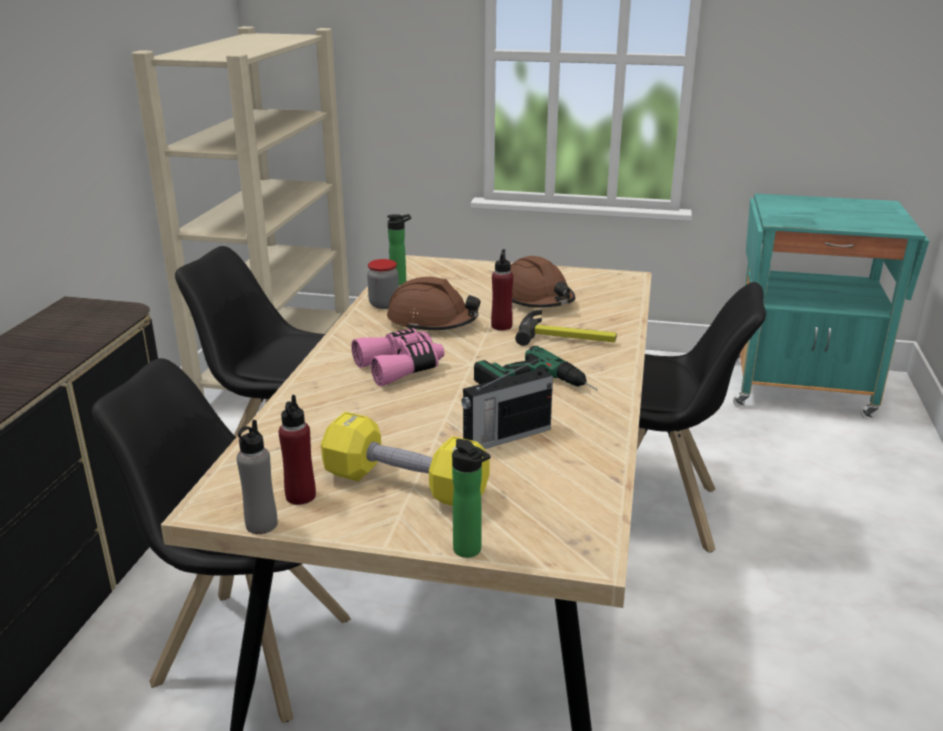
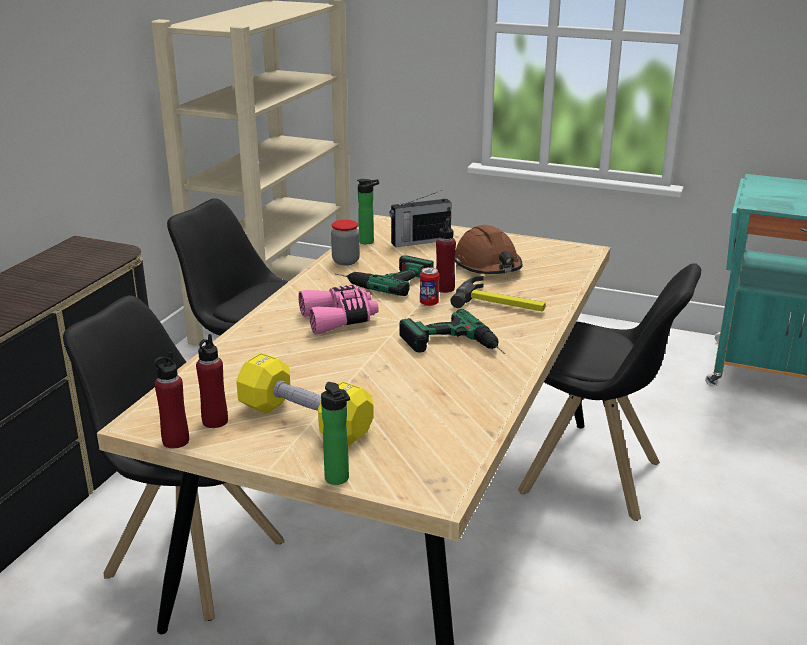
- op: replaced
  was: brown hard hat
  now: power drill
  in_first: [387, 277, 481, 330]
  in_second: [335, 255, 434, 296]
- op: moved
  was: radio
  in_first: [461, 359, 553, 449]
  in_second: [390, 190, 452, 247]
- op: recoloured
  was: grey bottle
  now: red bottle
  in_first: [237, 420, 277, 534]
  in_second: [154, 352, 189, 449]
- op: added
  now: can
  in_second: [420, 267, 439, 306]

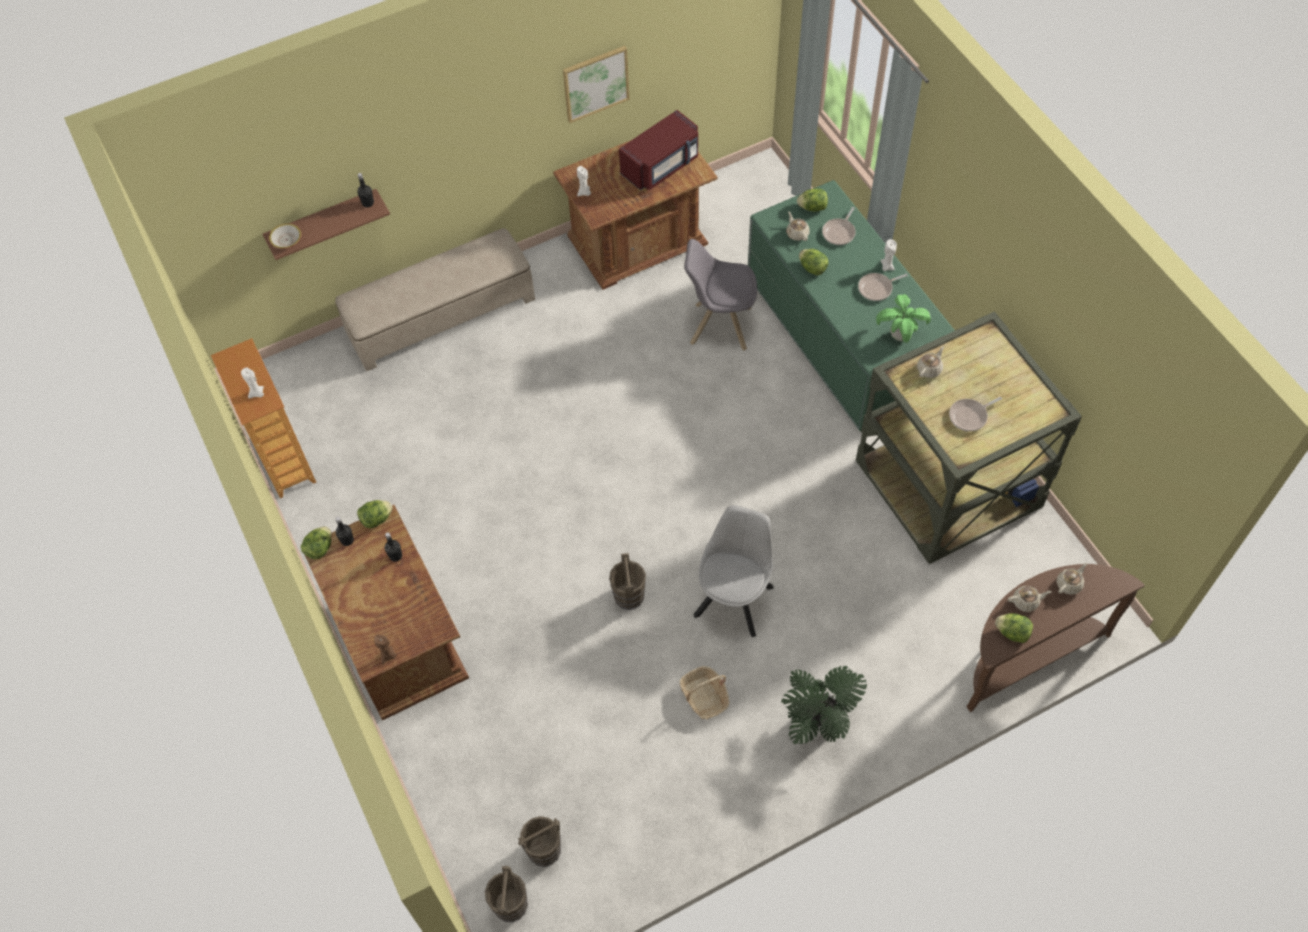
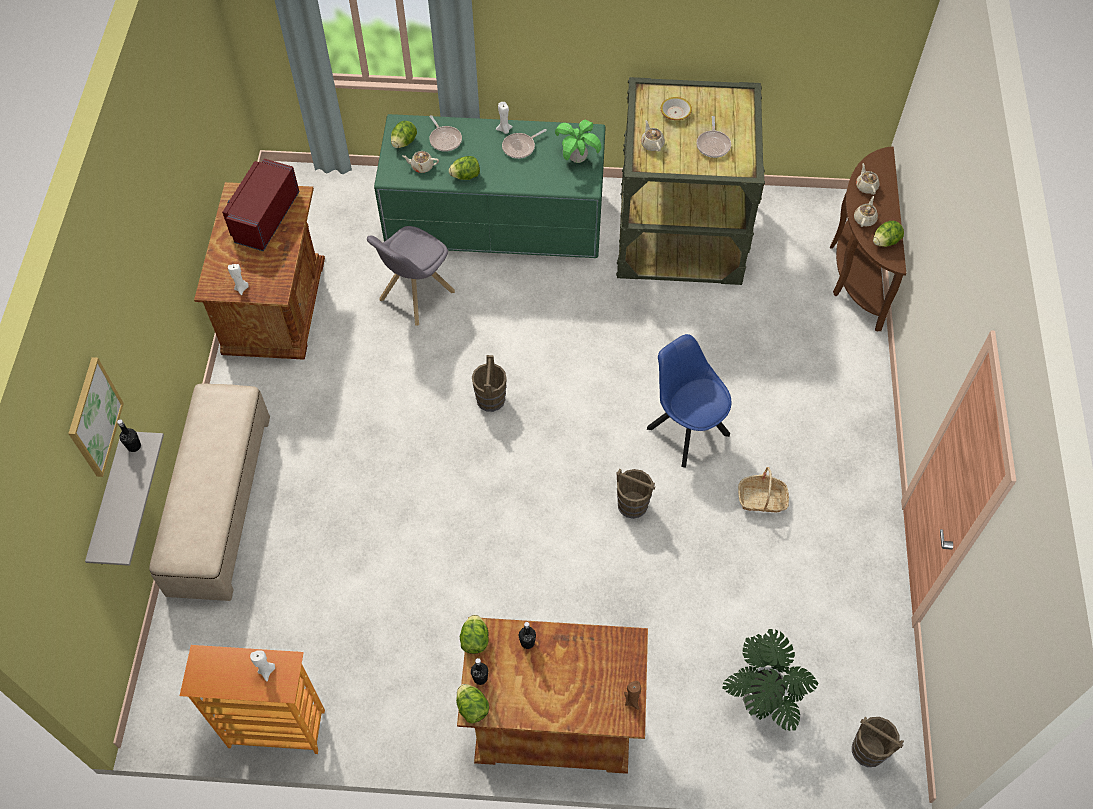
- op: moved
  was: picture
  in_first: [563, 46, 630, 123]
  in_second: [68, 357, 124, 477]
- op: turned
  was: red microwave
  in_first: [619, 110, 698, 191]
  in_second: [222, 159, 300, 251]
  clockwise: -150
- op: recoloured
  was: brown shelf
  now: grey shelf
  in_first: [263, 189, 390, 260]
  in_second: [85, 431, 164, 566]
- op: moved
  was: bowl
  in_first: [269, 224, 301, 249]
  in_second: [661, 97, 692, 120]
- op: turned
  was: frying pan
  in_first: [858, 273, 908, 301]
  in_second: [502, 129, 547, 159]
  clockwise: 45
- op: recoloured
  was: grey chair
  now: blue chair
  in_first: [693, 505, 774, 637]
  in_second: [647, 334, 731, 468]
- op: moved
  was: potted plant
  in_first: [781, 666, 867, 744]
  in_second: [723, 629, 819, 731]
- op: moved
  was: brown bucket
  in_first: [518, 816, 561, 867]
  in_second: [472, 355, 507, 412]

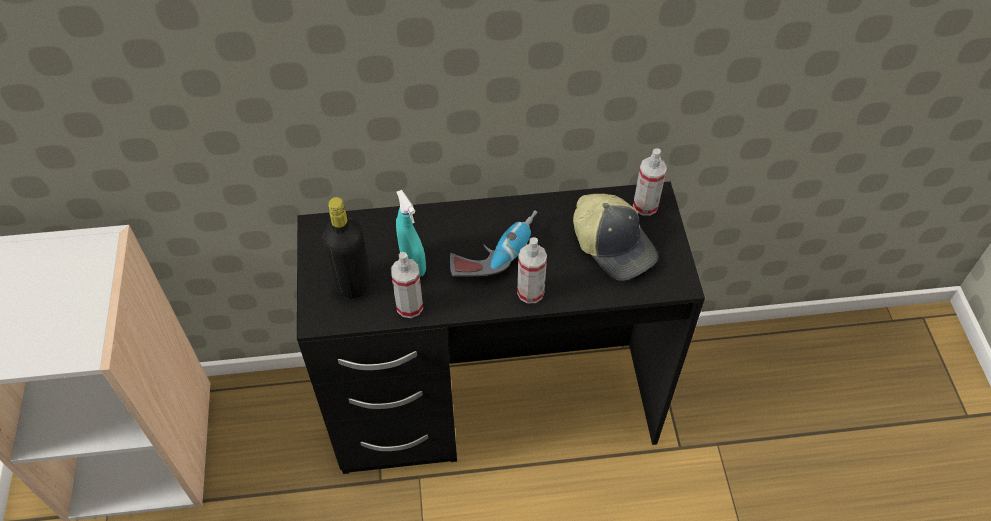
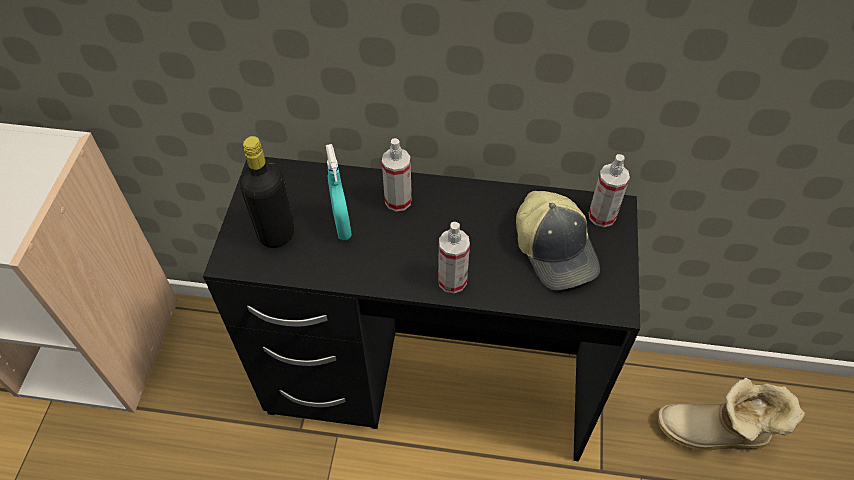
- op: removed
  was: power drill
  in_first: [450, 210, 537, 276]
- op: moved
  was: spray bottle
  in_first: [391, 252, 423, 318]
  in_second: [382, 138, 412, 212]
- op: added
  now: boot
  in_second: [657, 378, 805, 451]

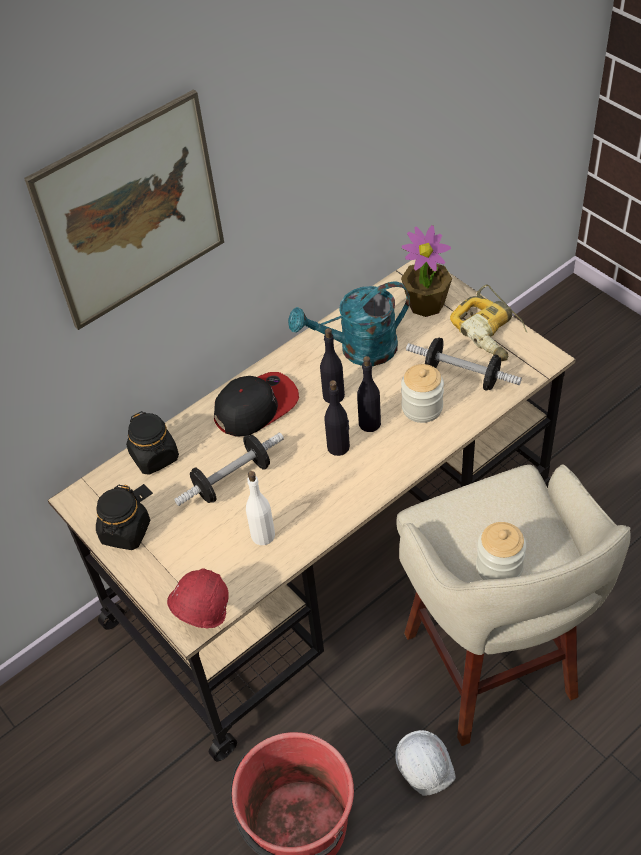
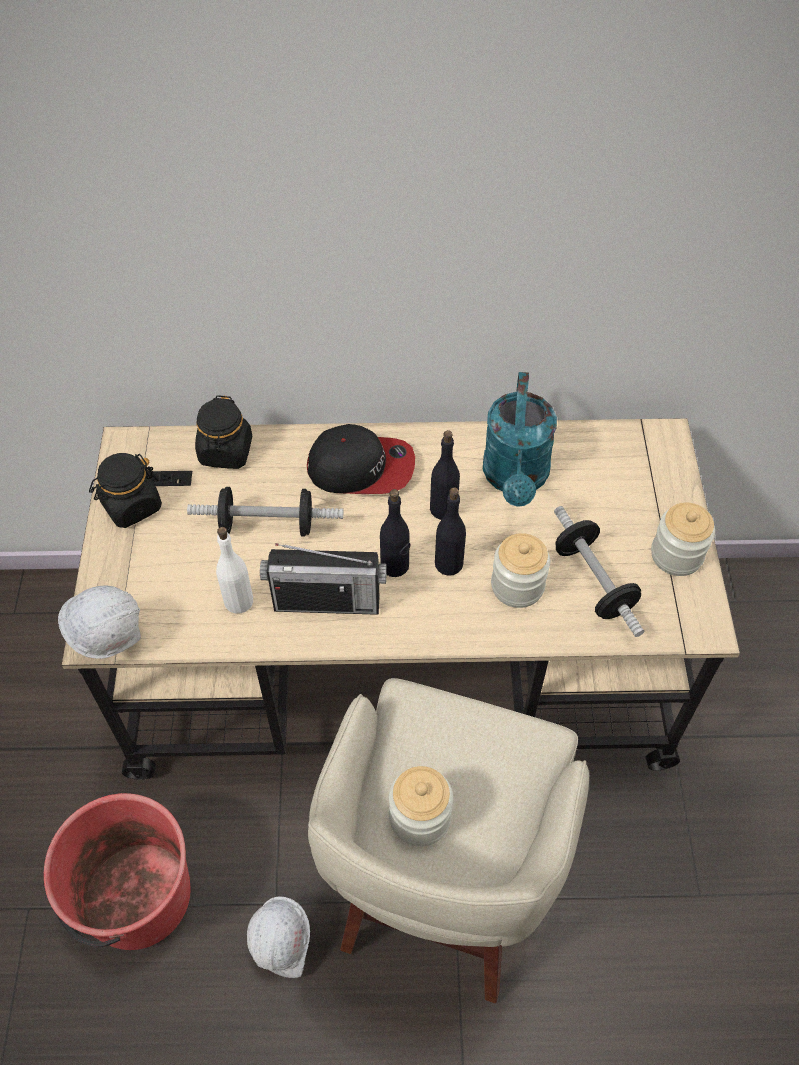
- op: removed
  was: picture
  in_first: [24, 89, 224, 330]
- op: removed
  was: potted plant
  in_first: [401, 225, 452, 317]
- op: turned
  was: turquoise watering can
  in_first: [288, 281, 410, 366]
  in_second: [483, 372, 557, 507]
  clockwise: -105
- op: replaced
  was: power drill
  now: jar
  in_first: [450, 284, 527, 361]
  in_second: [651, 502, 715, 576]
- op: recoloured
  was: red hard hat
  now: white hard hat
  in_first: [167, 567, 229, 628]
  in_second: [58, 586, 141, 659]
- op: added
  now: radio
  in_second: [260, 543, 387, 615]

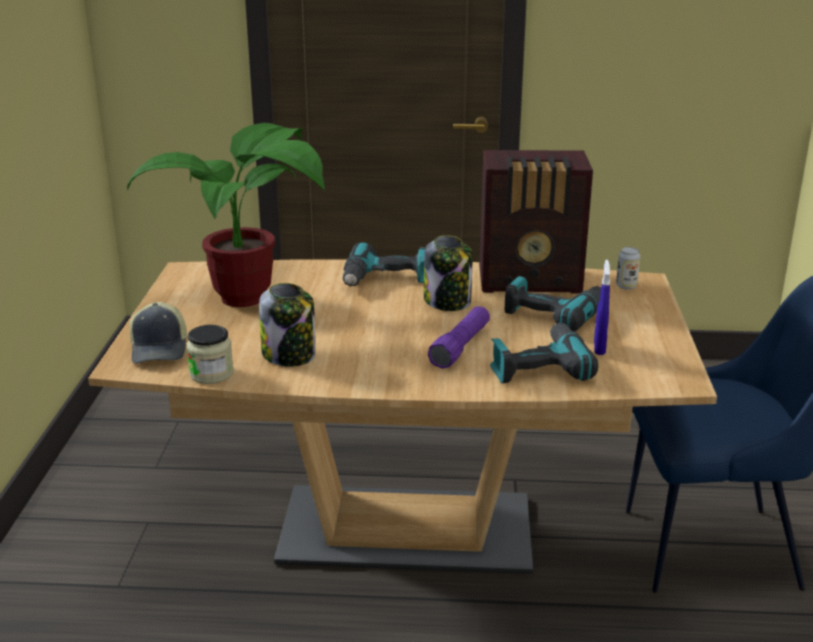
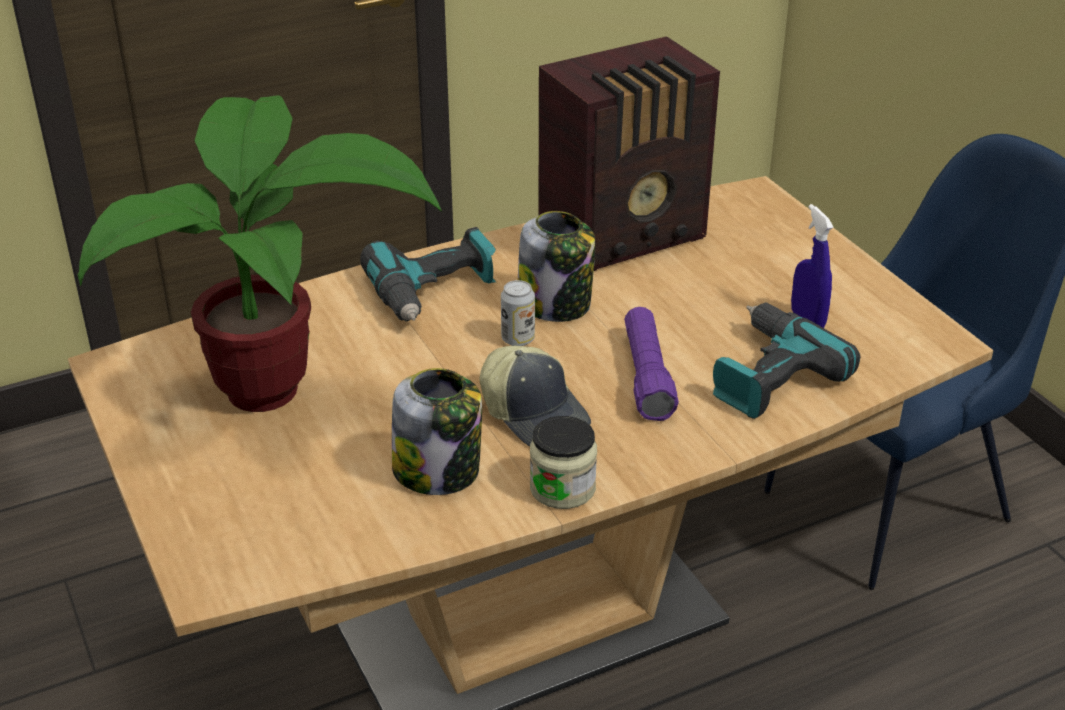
- op: moved
  was: can
  in_first: [616, 247, 640, 290]
  in_second: [501, 280, 535, 346]
- op: removed
  was: power drill
  in_first: [505, 276, 601, 332]
- op: moved
  was: cap
  in_first: [130, 302, 188, 364]
  in_second: [479, 346, 591, 446]
- op: moved
  was: jar
  in_first: [186, 325, 234, 384]
  in_second: [530, 416, 597, 509]

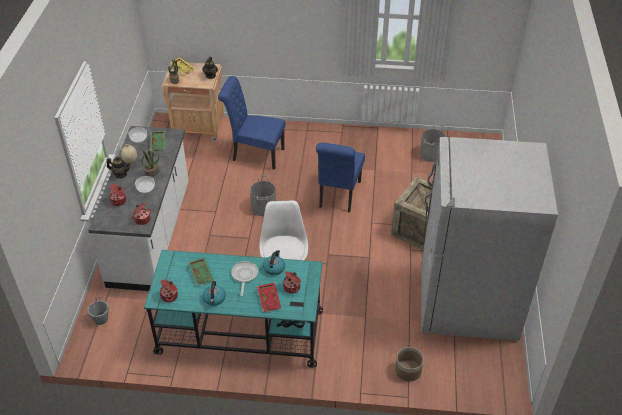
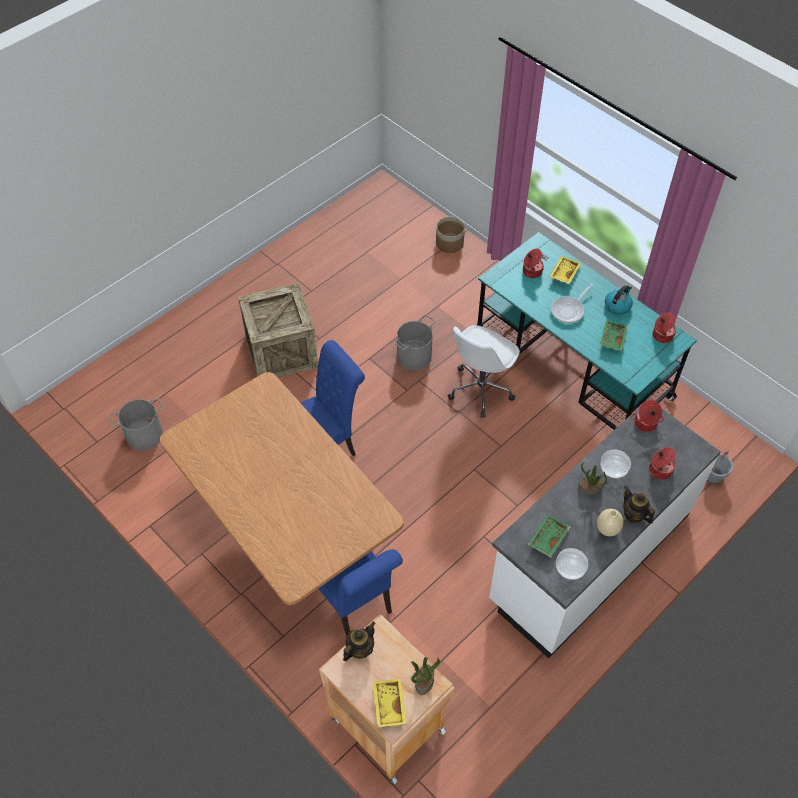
- op: removed
  was: white fridge
  in_first: [421, 137, 558, 341]
- op: moved
  was: grey bucket
  in_first: [250, 175, 276, 216]
  in_second: [394, 314, 436, 370]
- op: removed
  was: kettle
  in_first: [263, 250, 285, 275]
- op: recoloured
  was: red tray
  now: yellow tray
  in_first: [257, 283, 281, 312]
  in_second: [549, 256, 581, 284]
- op: added
  now: brown dining table
  in_second: [160, 372, 403, 605]

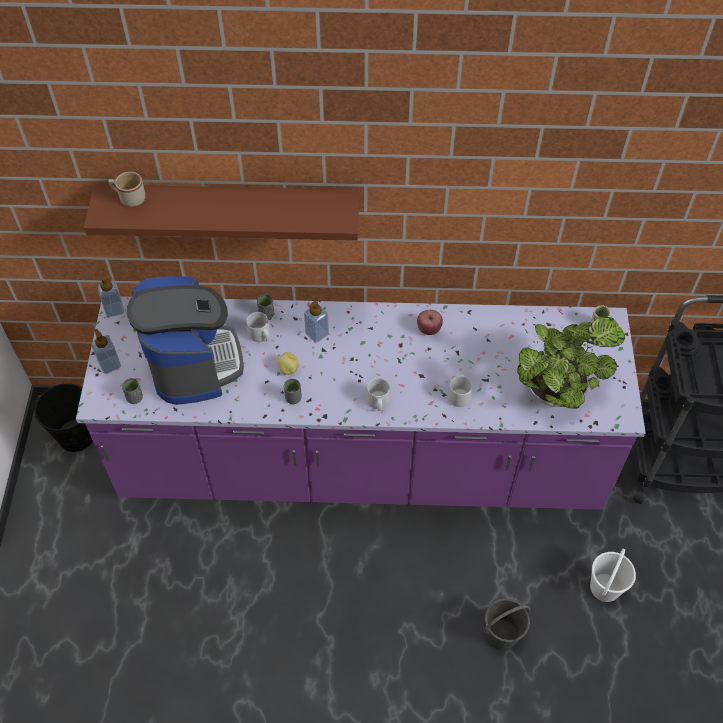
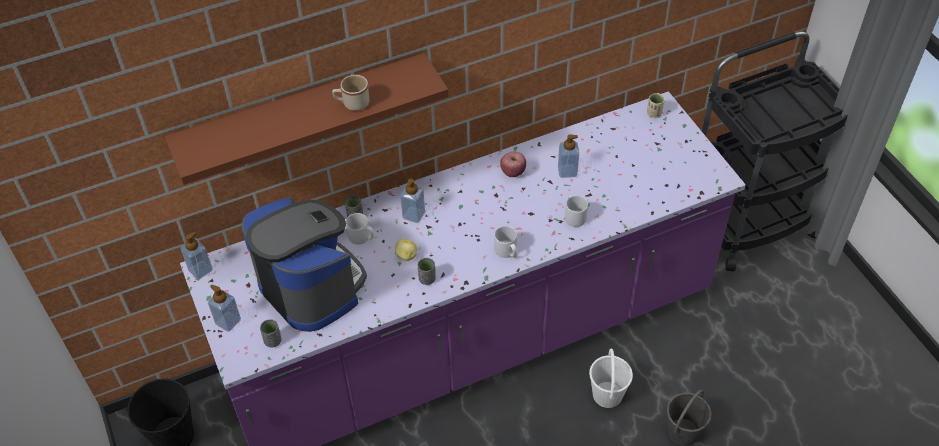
- op: moved
  was: beige mug
  in_first: [109, 172, 145, 207]
  in_second: [332, 75, 369, 111]
- op: removed
  was: potted plant
  in_first: [517, 317, 625, 409]
- op: moved
  was: white bucket
  in_first: [590, 549, 636, 602]
  in_second: [589, 349, 633, 408]
- op: added
  now: soap dispenser
  in_second: [558, 134, 579, 178]

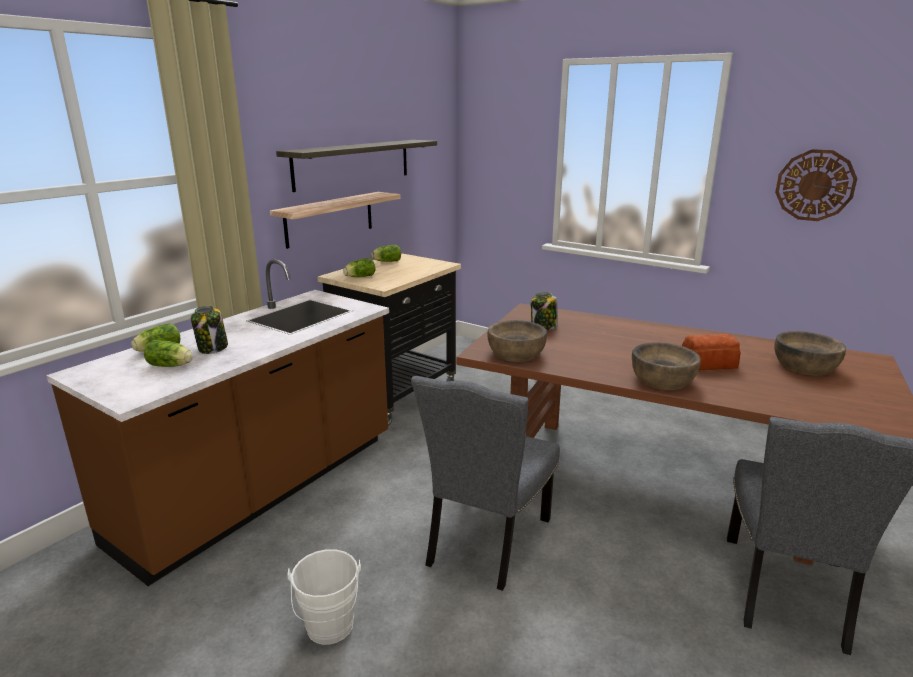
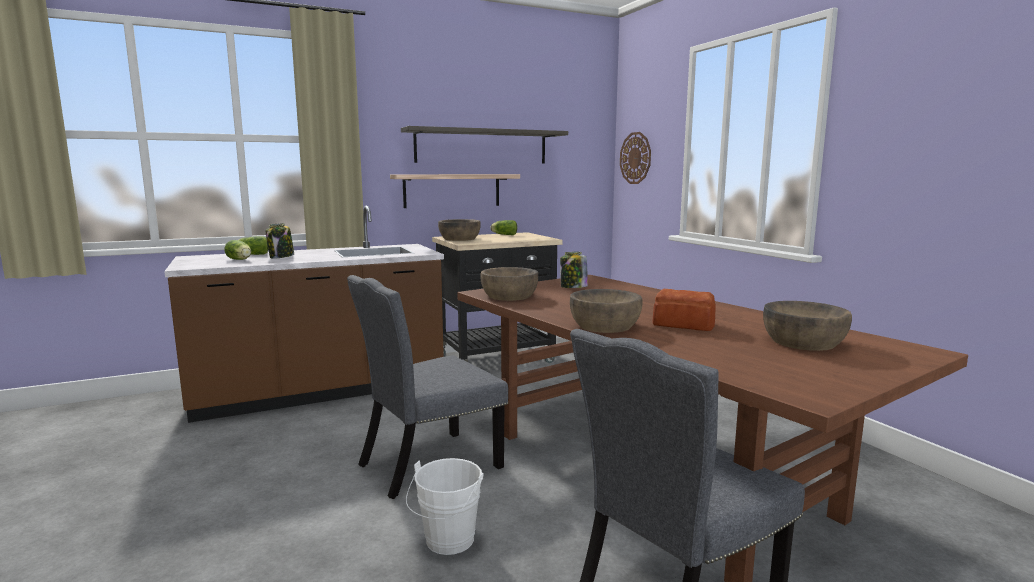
- op: moved
  was: wall clock
  in_first: [775, 149, 857, 221]
  in_second: [620, 132, 651, 184]
- op: replaced
  was: lettuce
  now: brown bowl
  in_first: [343, 258, 375, 277]
  in_second: [438, 219, 481, 241]
- op: moved
  was: white bucket
  in_first: [288, 549, 361, 645]
  in_second: [406, 458, 484, 555]

